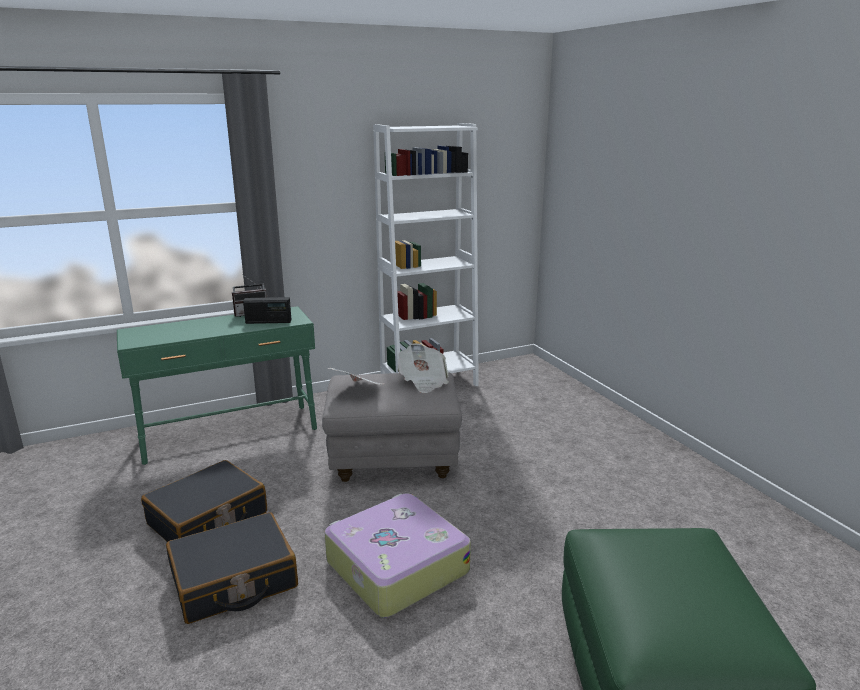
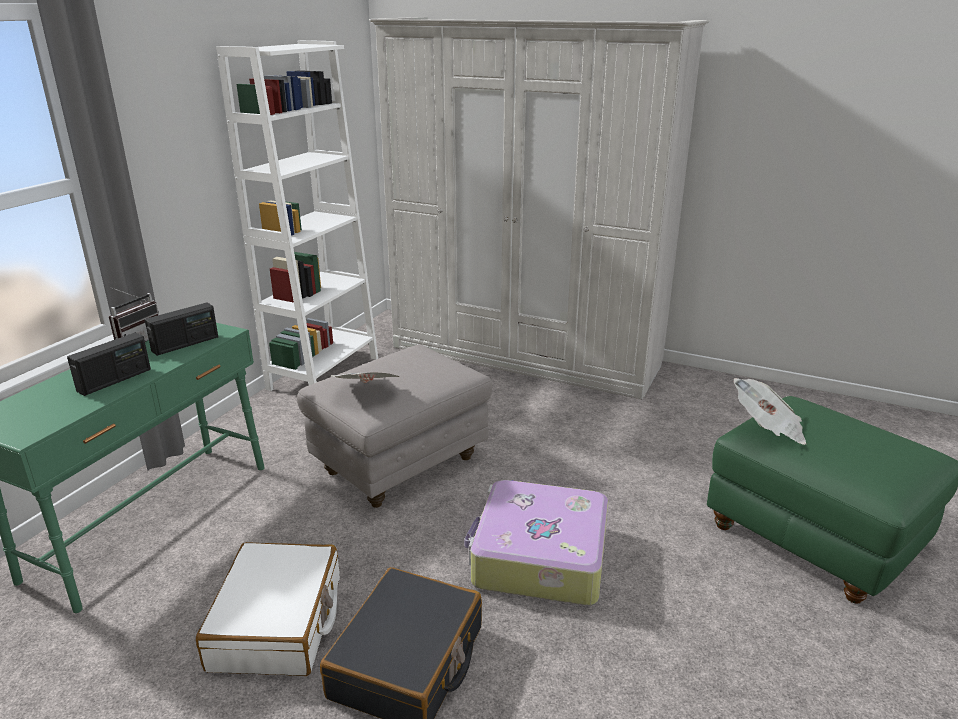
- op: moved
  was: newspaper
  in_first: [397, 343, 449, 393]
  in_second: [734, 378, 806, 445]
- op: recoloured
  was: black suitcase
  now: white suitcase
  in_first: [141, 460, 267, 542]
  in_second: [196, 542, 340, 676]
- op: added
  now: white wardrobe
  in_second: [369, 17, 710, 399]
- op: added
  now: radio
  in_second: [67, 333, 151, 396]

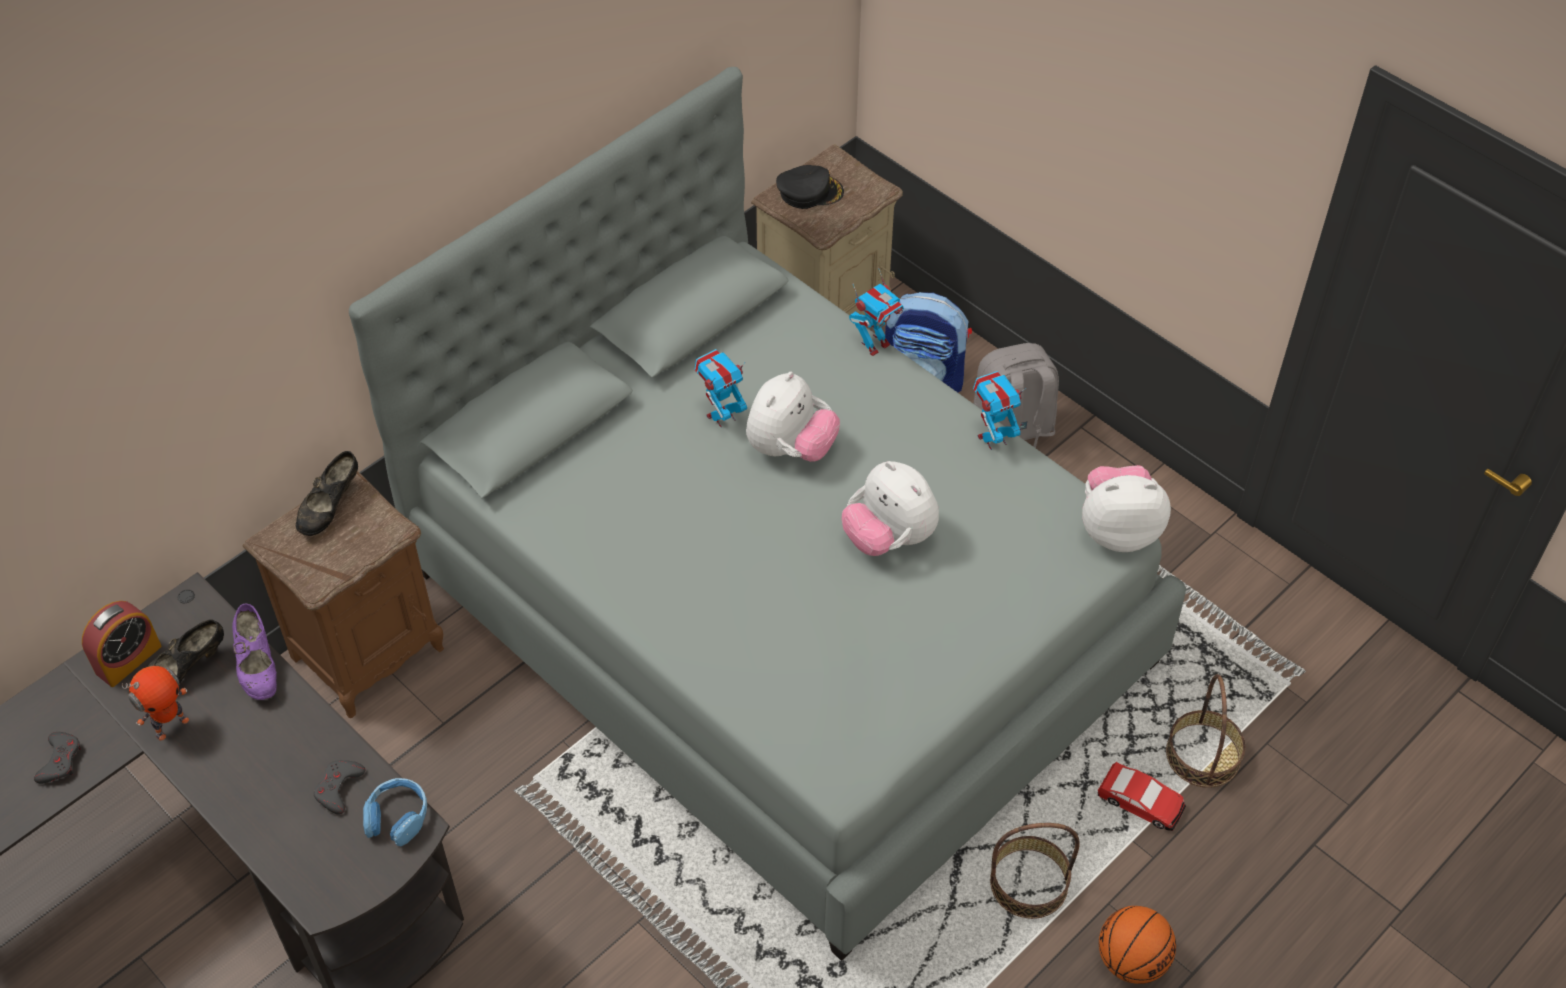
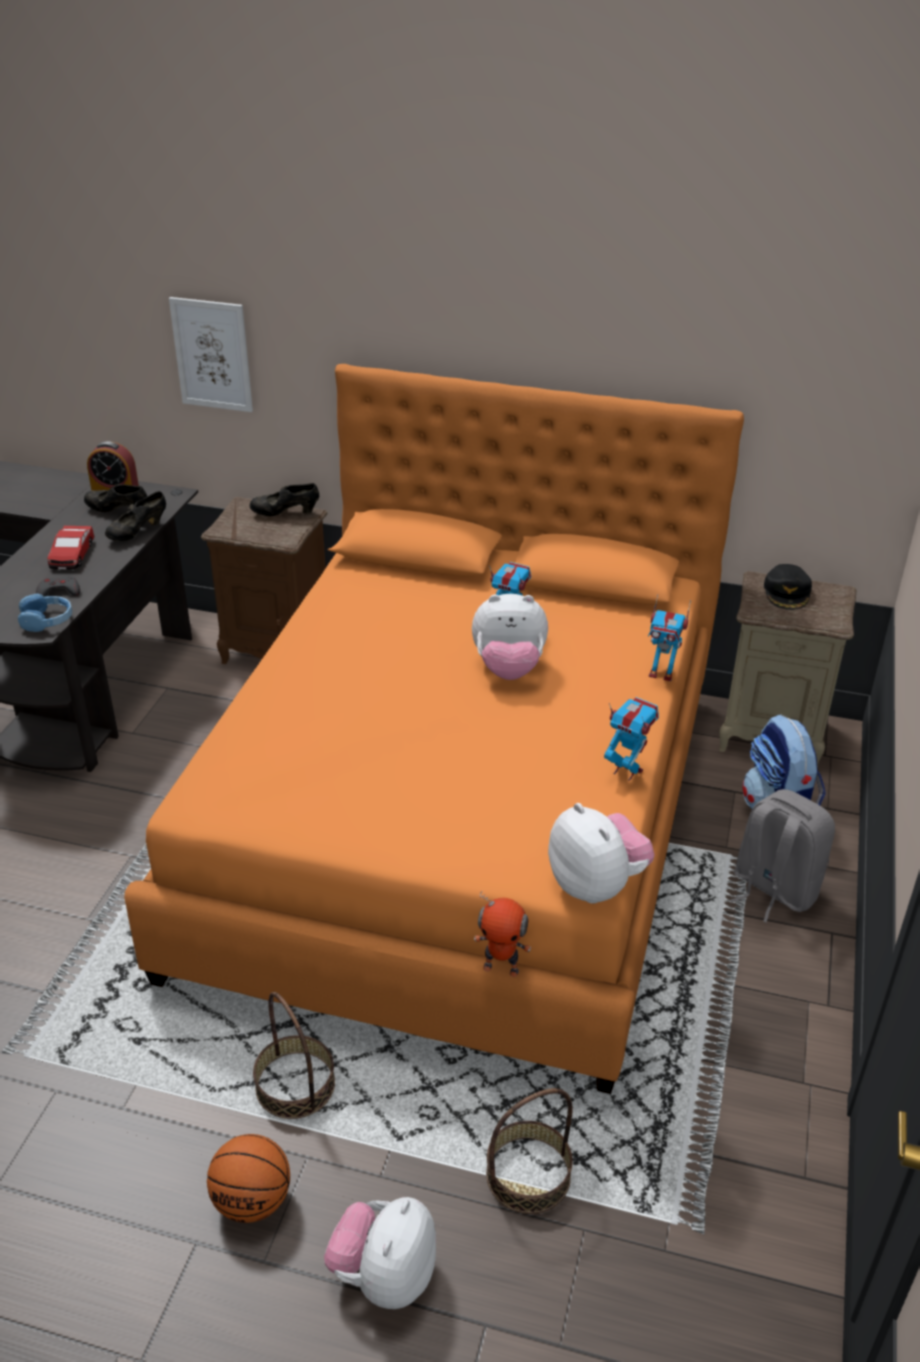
- op: recoloured
  was: grey bed
  now: orange bed
  in_first: [349, 67, 1187, 961]
  in_second: [124, 364, 744, 1094]
- op: turned
  was: black cap
  in_first: [776, 165, 844, 209]
  in_second: [764, 564, 812, 610]
  clockwise: 45
- op: moved
  was: plush toy
  in_first: [842, 461, 939, 556]
  in_second: [324, 1197, 436, 1309]
- op: recoloured
  was: purple shoe
  now: black shoe
  in_first: [232, 603, 277, 700]
  in_second: [105, 491, 166, 541]
- op: moved
  was: toy robot
  in_first: [122, 666, 189, 741]
  in_second: [474, 891, 531, 977]
- op: removed
  was: grey game controller
  in_first: [34, 732, 81, 784]
- op: moved
  was: toy car
  in_first: [1098, 762, 1186, 831]
  in_second: [47, 526, 94, 569]
- op: added
  now: picture
  in_second: [169, 297, 253, 412]

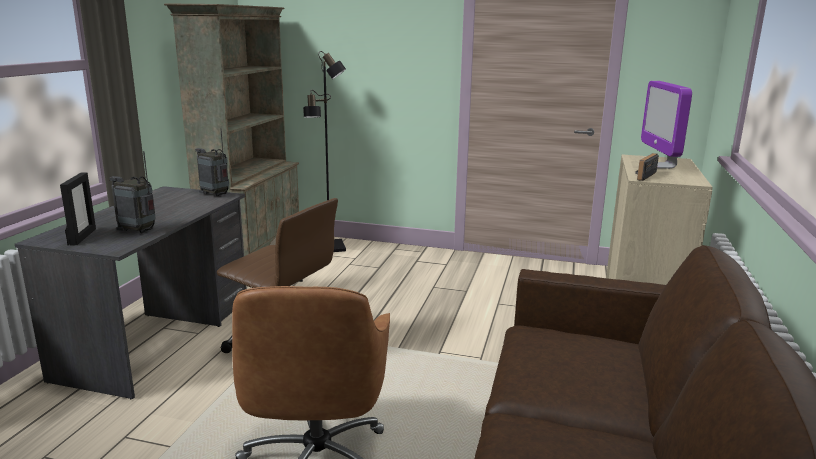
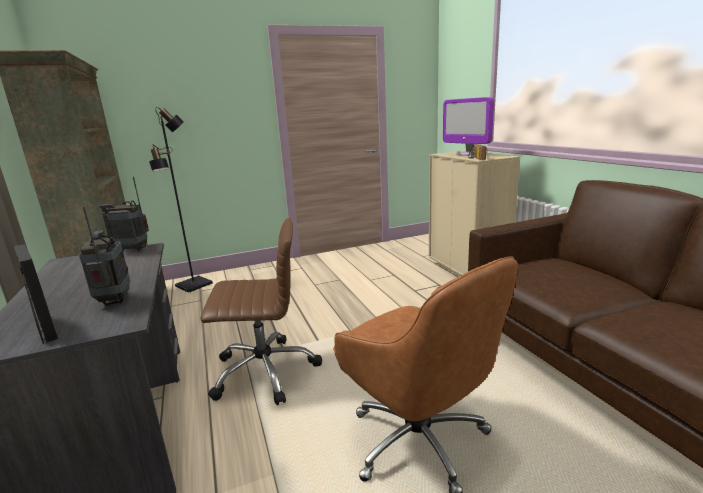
- op: turned
  was: radio
  in_first: [109, 151, 156, 234]
  in_second: [79, 207, 130, 306]
  clockwise: 90

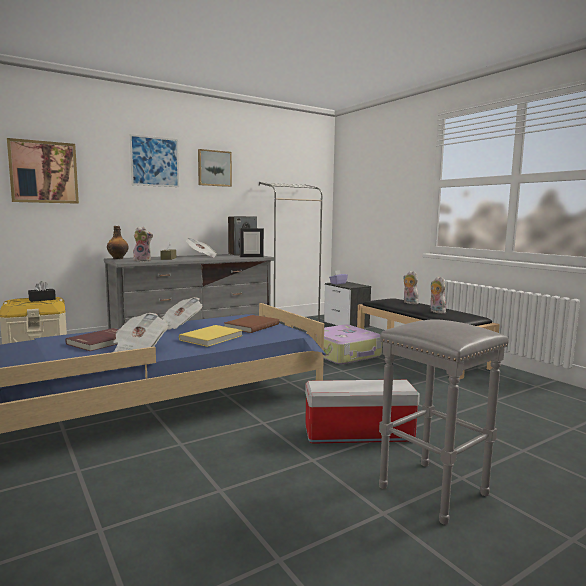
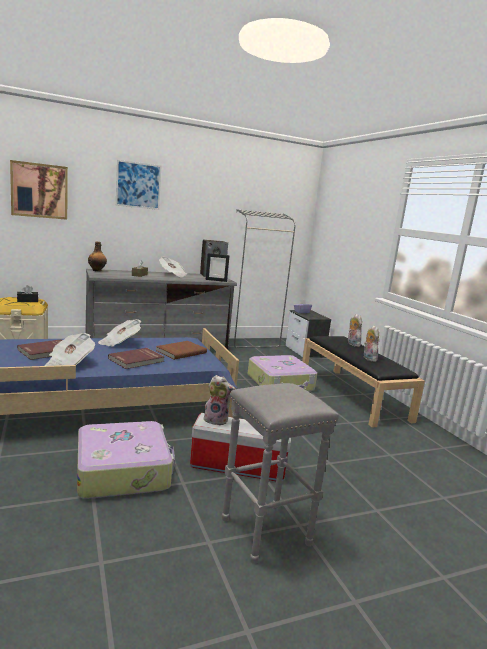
- op: removed
  was: picture
  in_first: [198, 149, 232, 187]
- op: moved
  was: plush toy
  in_first: [133, 227, 153, 261]
  in_second: [203, 375, 235, 426]
- op: recoloured
  was: yellow book
  now: red book
  in_first: [179, 325, 243, 347]
  in_second: [108, 348, 164, 369]
- op: added
  now: suitcase
  in_second: [77, 421, 175, 499]

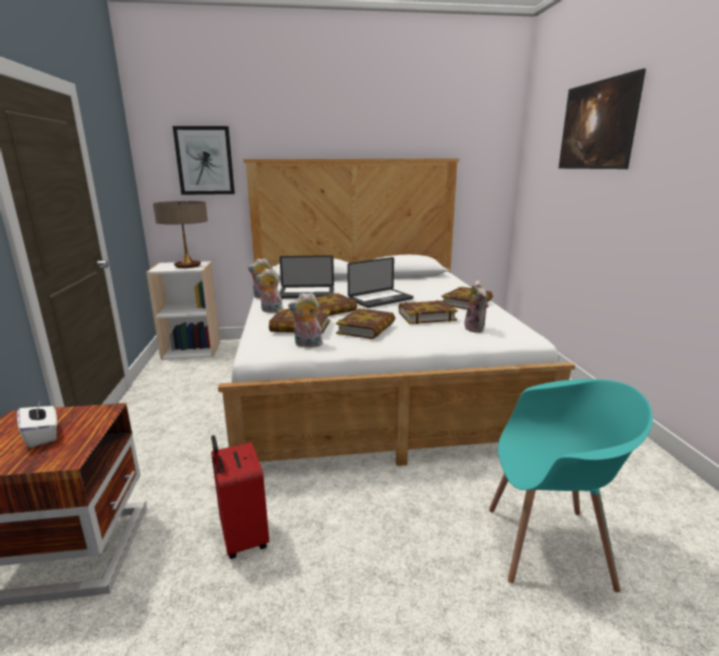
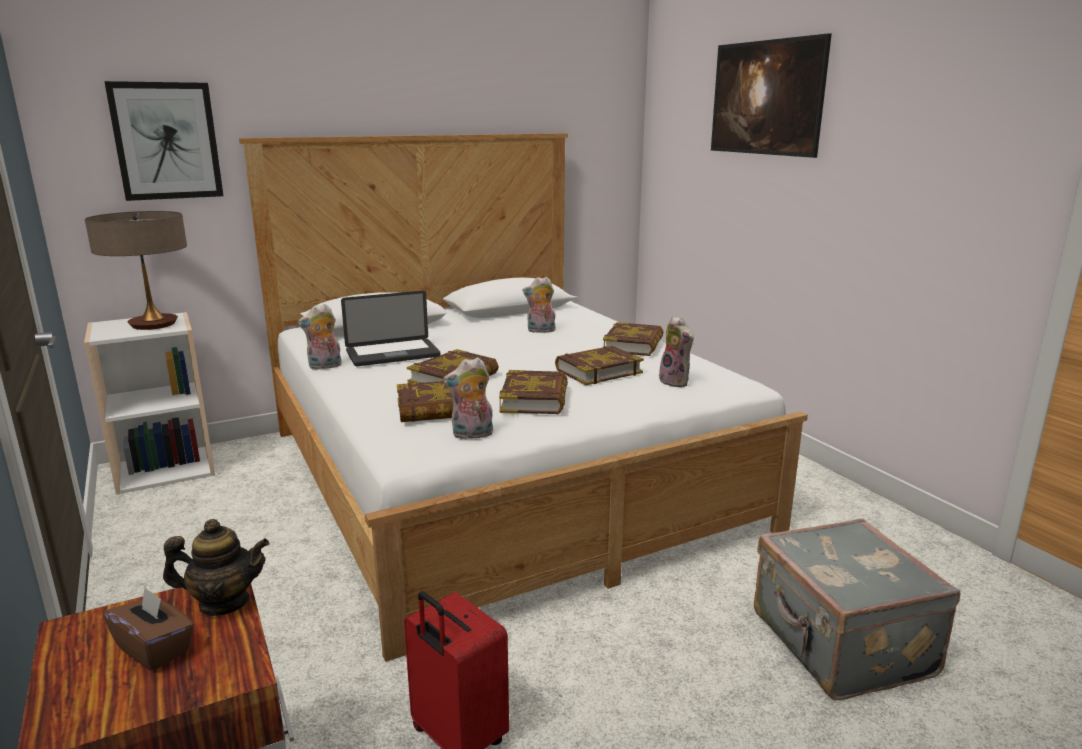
- op: removed
  was: laptop
  in_first: [347, 257, 413, 308]
- op: moved
  was: plush toy
  in_first: [256, 268, 283, 313]
  in_second: [522, 277, 556, 333]
- op: replaced
  was: turquoise chair
  now: grey suitcase
  in_first: [489, 379, 653, 592]
  in_second: [754, 519, 960, 700]
- op: recoloured
  was: white tissue box
  now: brown tissue box
  in_first: [17, 400, 57, 448]
  in_second: [103, 587, 194, 671]
- op: added
  now: teapot
  in_second: [163, 519, 269, 616]

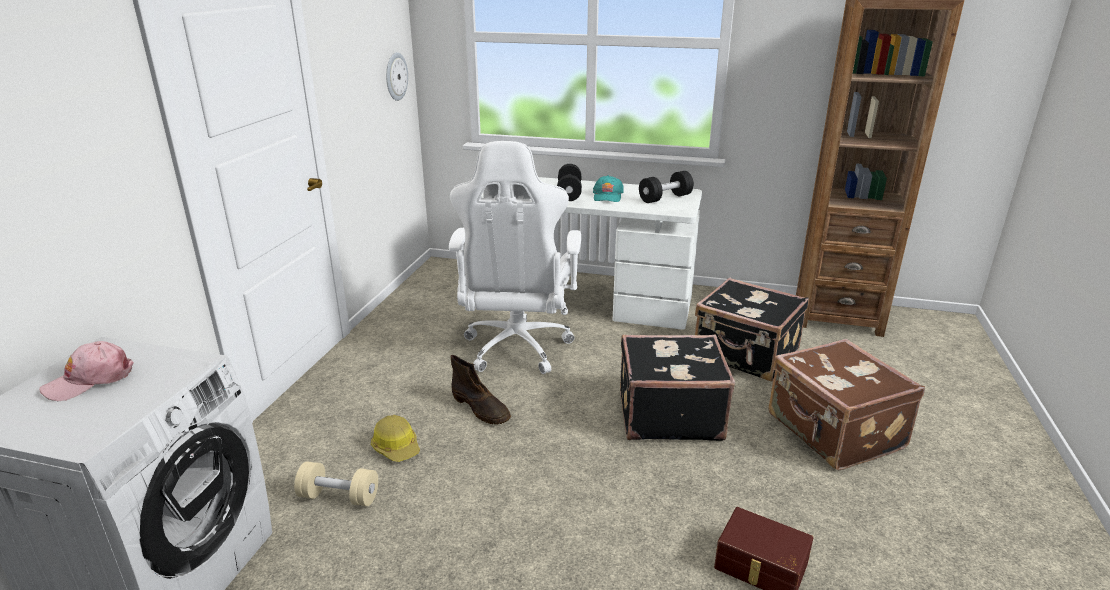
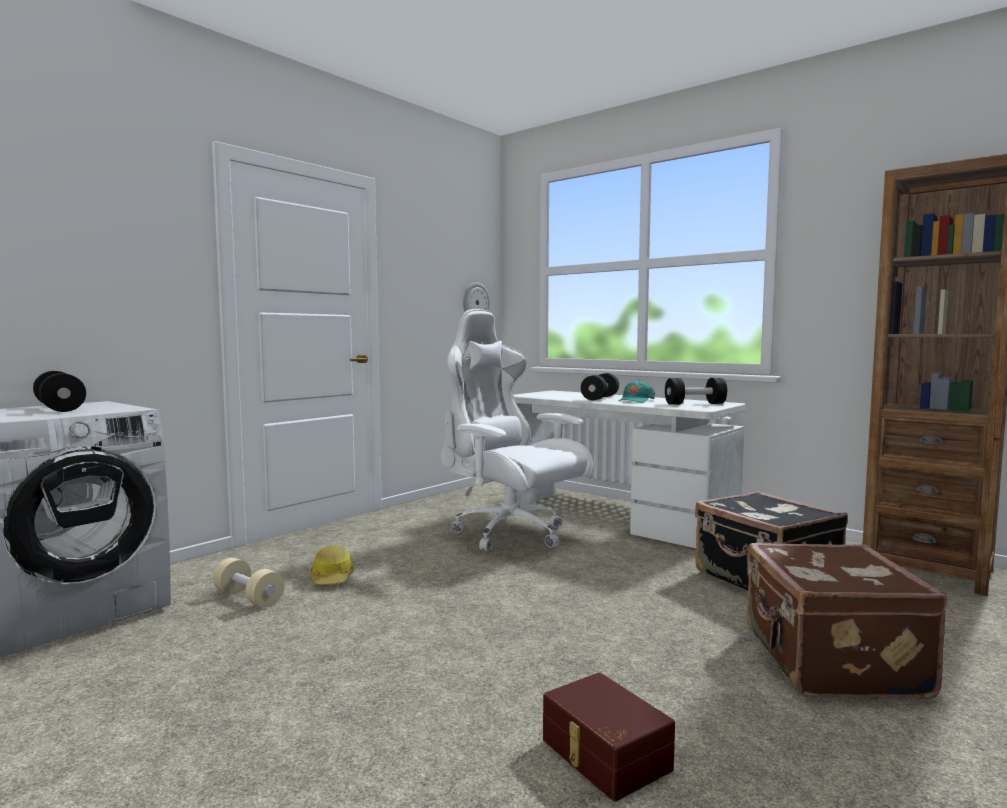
- op: turned
  was: white office chair
  in_first: [449, 141, 581, 374]
  in_second: [441, 309, 593, 551]
  clockwise: 105
- op: removed
  was: black suitcase
  in_first: [620, 335, 735, 441]
- op: replaced
  was: pink cap
  now: black dumbbell
  in_first: [39, 341, 134, 401]
  in_second: [33, 371, 86, 412]
- op: removed
  was: brown boot
  in_first: [451, 355, 511, 425]

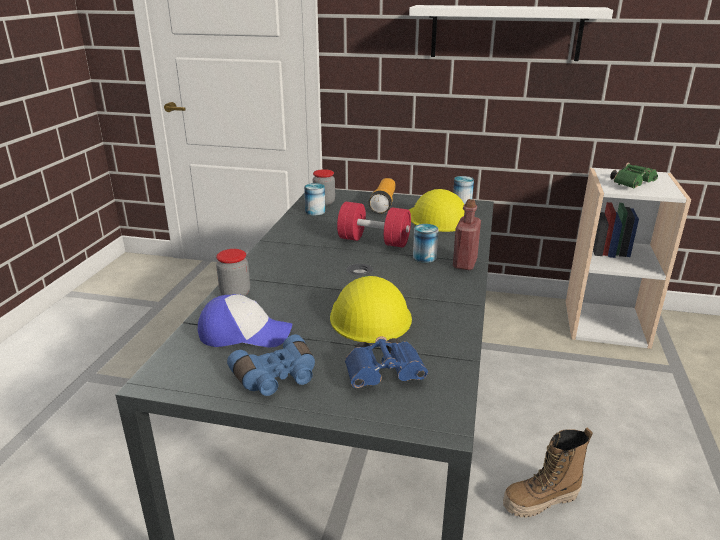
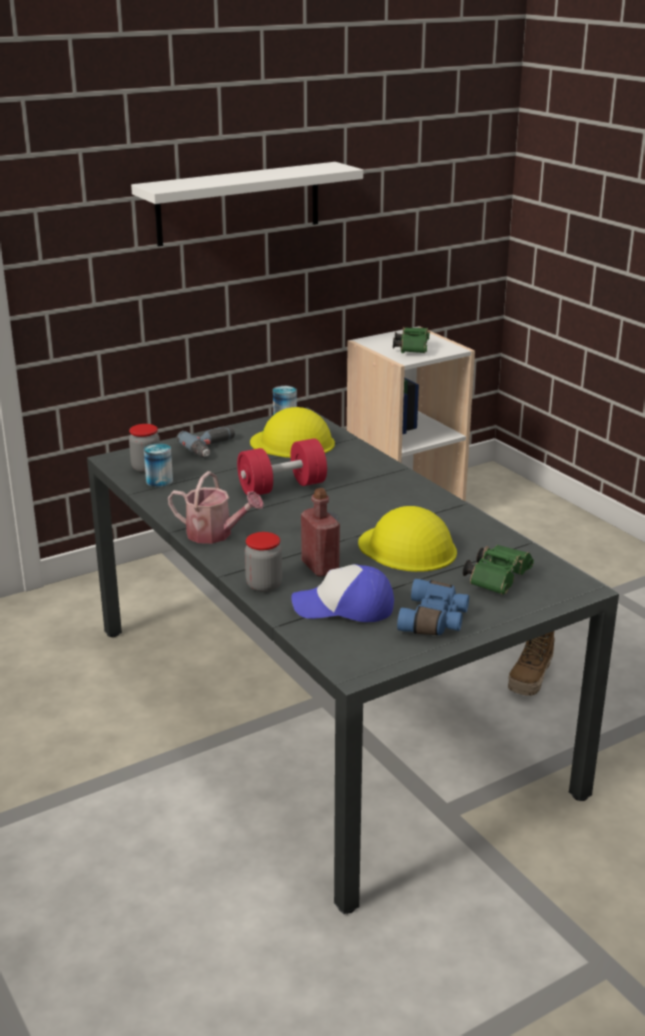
- op: replaced
  was: flashlight
  now: power drill
  in_first: [369, 178, 395, 214]
  in_second: [176, 425, 235, 458]
- op: moved
  was: red bottle
  in_first: [453, 199, 481, 270]
  in_second: [301, 488, 340, 577]
- op: removed
  was: can
  in_first: [413, 224, 439, 263]
- op: turned
  was: cap
  in_first: [198, 294, 292, 347]
  in_second: [291, 564, 394, 622]
  clockwise: -135
- op: recoloured
  was: blue binoculars
  now: green binoculars
  in_first: [345, 336, 428, 388]
  in_second: [463, 545, 534, 595]
- op: added
  now: watering can
  in_second: [168, 471, 264, 544]

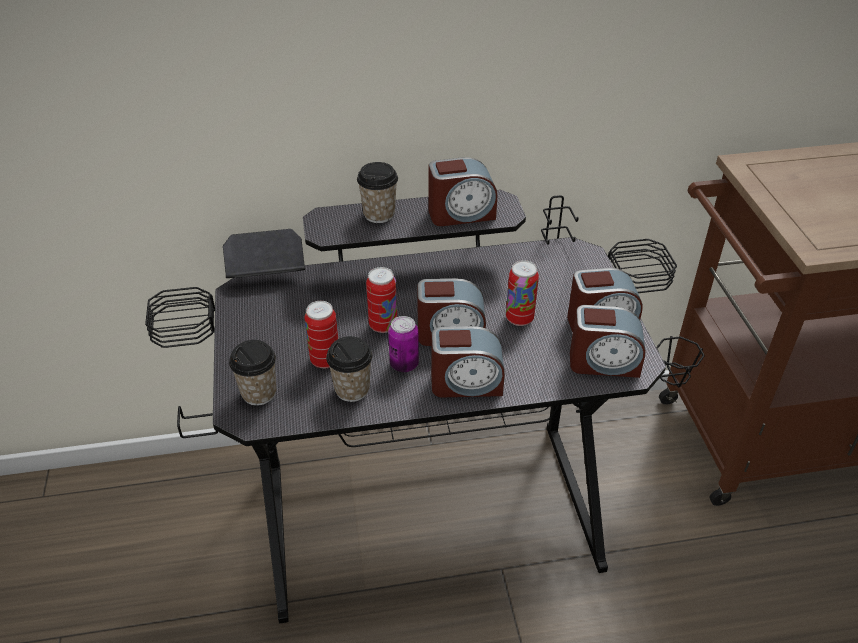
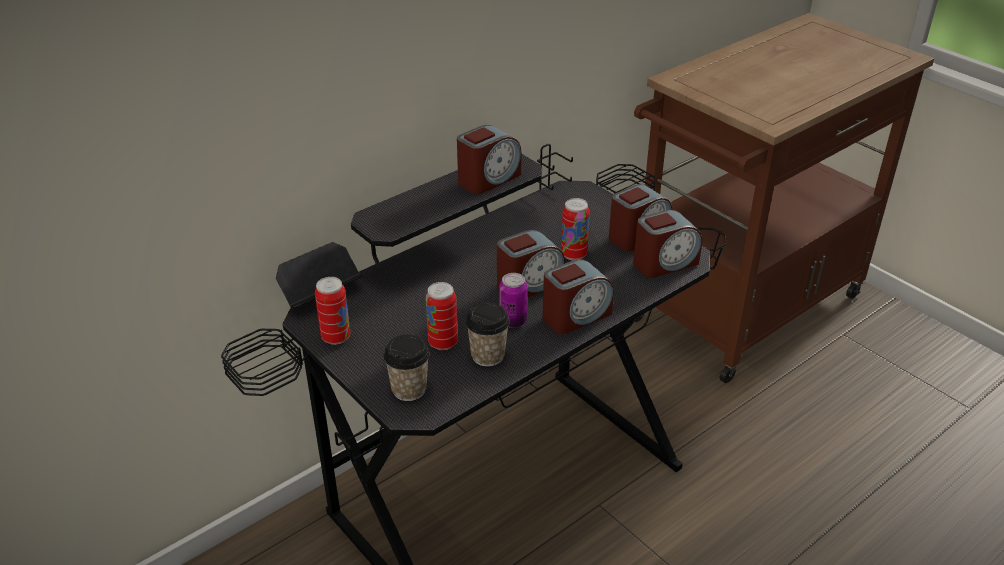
- op: removed
  was: cup
  in_first: [357, 162, 398, 223]
- op: moved
  was: can
  in_first: [366, 267, 397, 333]
  in_second: [315, 277, 350, 345]

